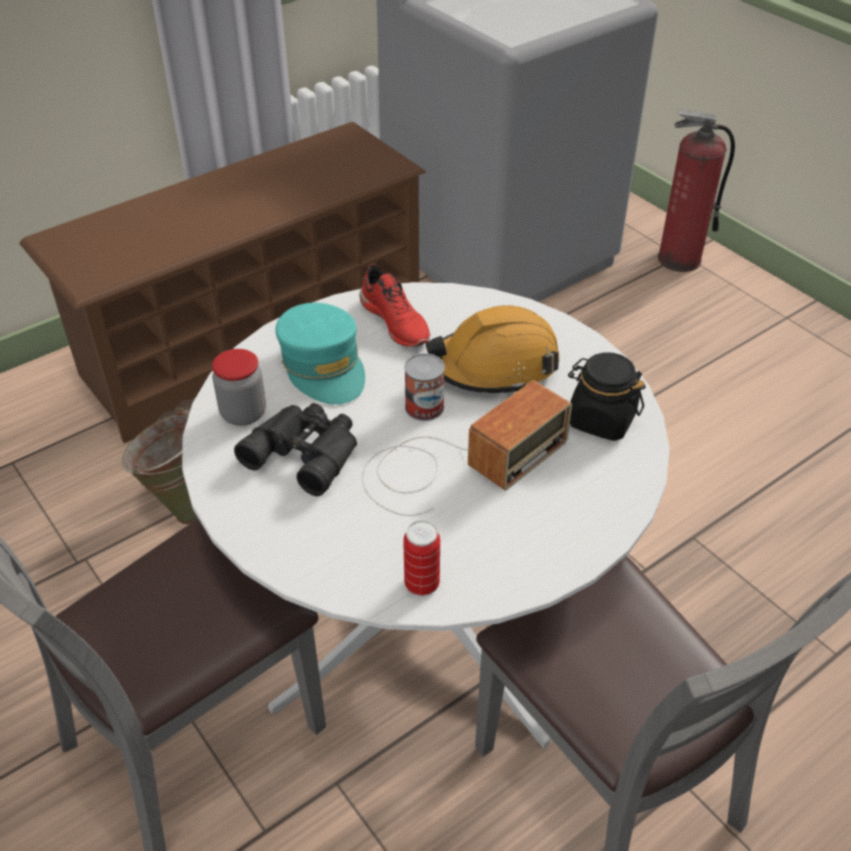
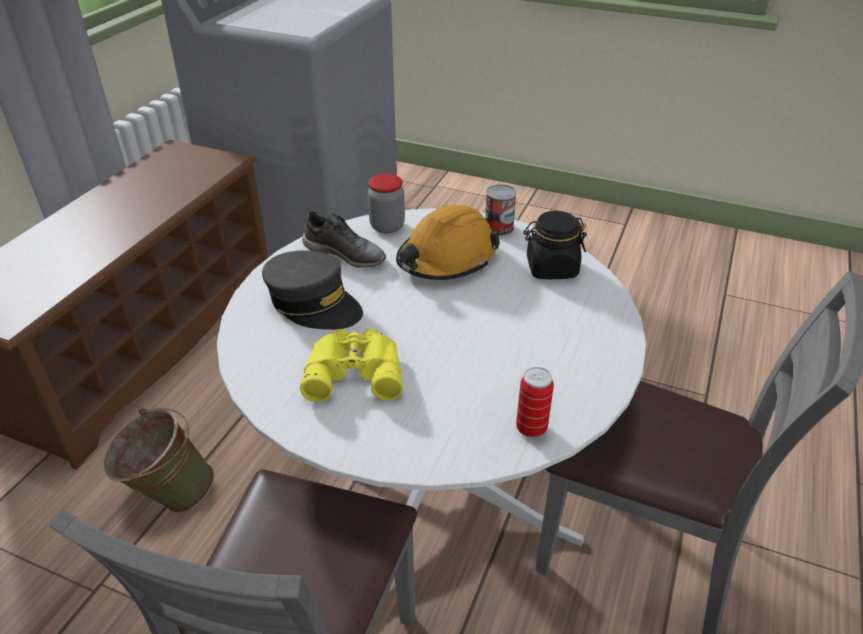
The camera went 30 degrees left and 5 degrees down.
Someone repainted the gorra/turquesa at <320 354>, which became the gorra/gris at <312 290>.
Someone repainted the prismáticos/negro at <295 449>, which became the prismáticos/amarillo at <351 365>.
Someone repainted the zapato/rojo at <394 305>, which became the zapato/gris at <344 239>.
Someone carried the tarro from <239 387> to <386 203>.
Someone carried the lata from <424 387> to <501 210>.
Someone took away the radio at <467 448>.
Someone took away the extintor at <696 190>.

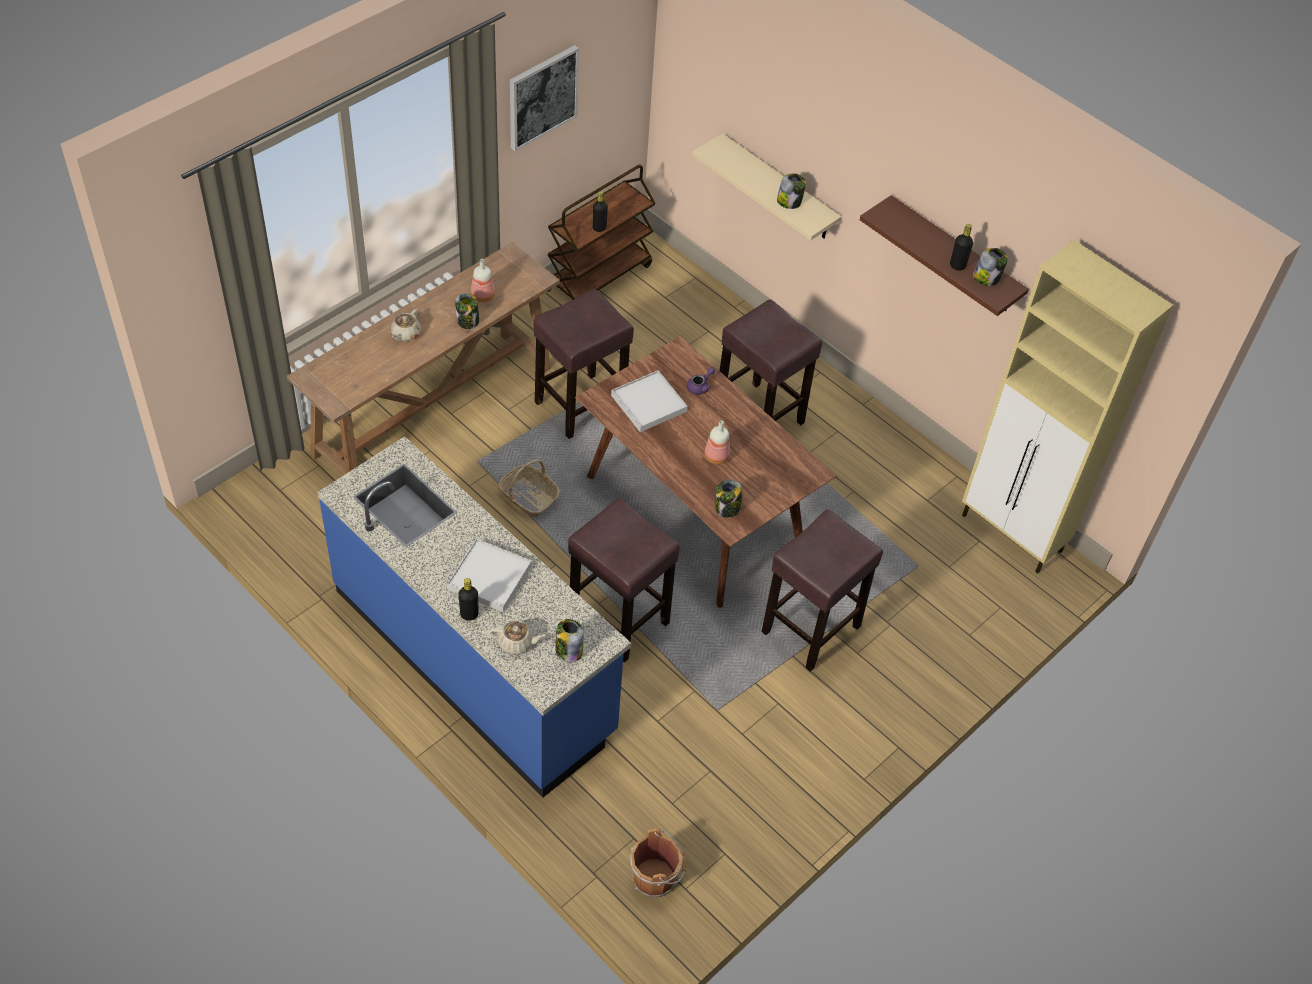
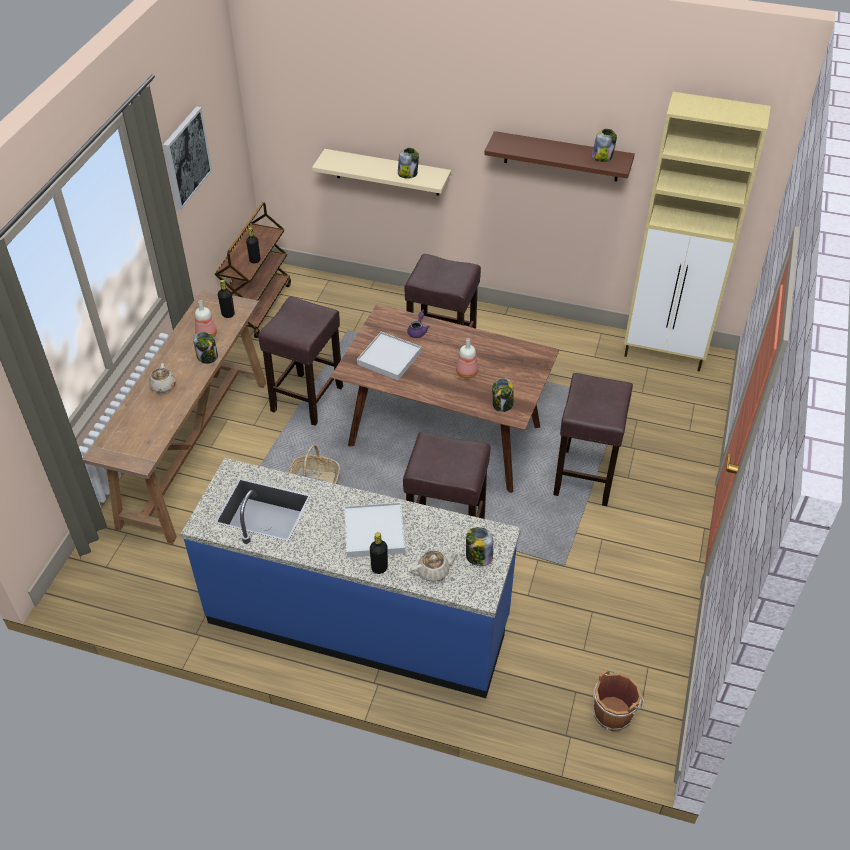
The camera went 25 degrees left and 5 degrees down.
Someone carried the botella/negro from <961 247> to <226 299>.

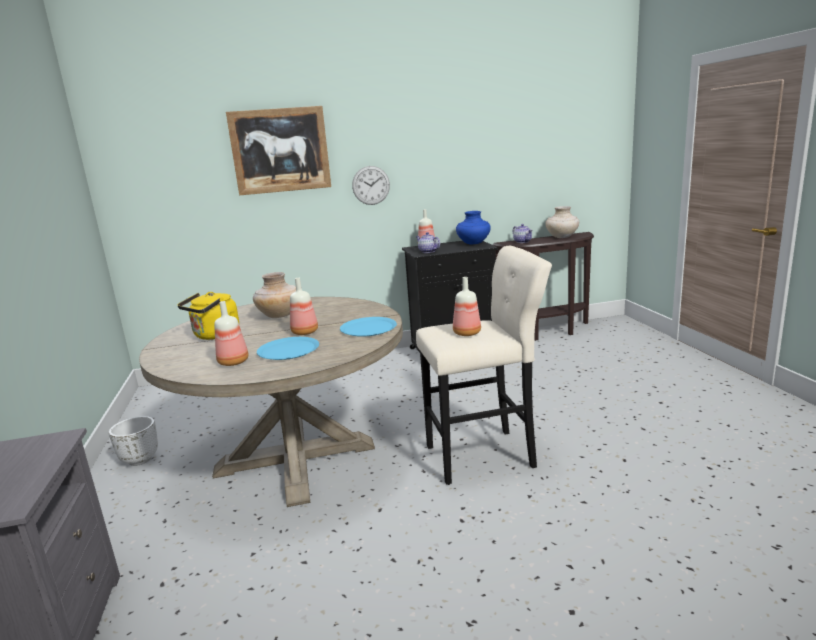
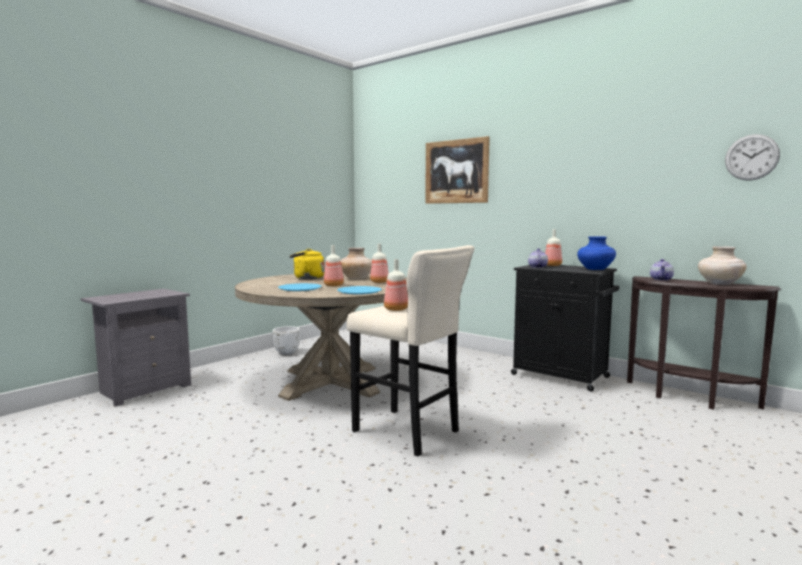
The camera went 50 degrees right and 10 degrees down.
Someone carried the botella from <231 333> to <379 263>.
Someone carried the reloj de pared from <371 185> to <752 157>.

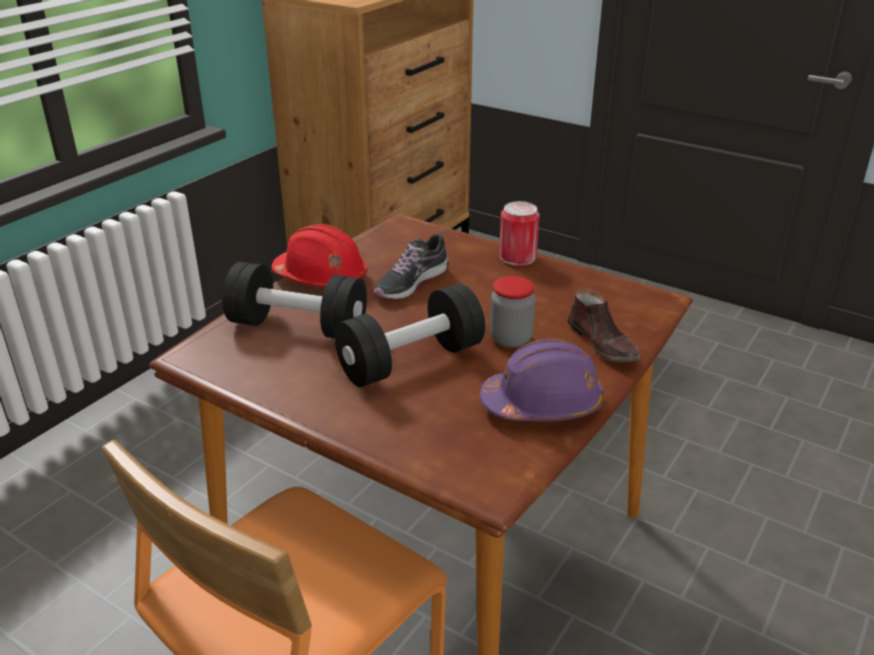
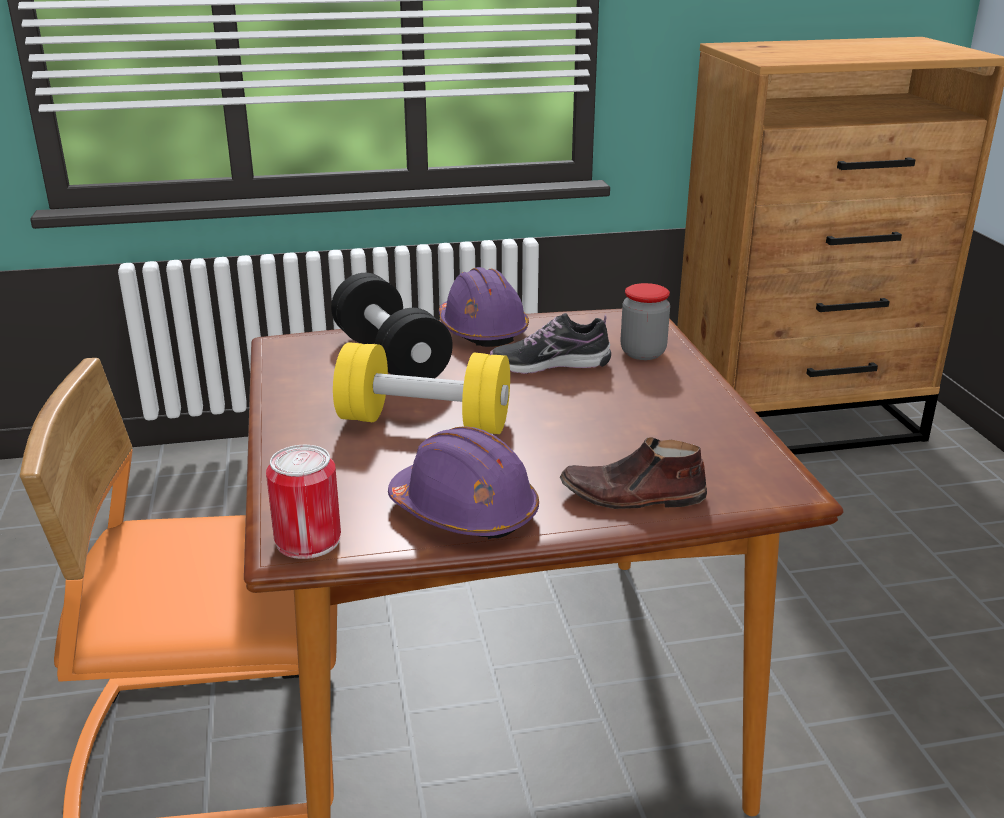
The camera went 45 degrees right and 5 degrees down.
Someone carried the lata from <519 233> to <303 502>.
Someone repainted the mancuerna/negro at <409 335>, which became the mancuerna/amarillo at <421 388>.
Someone repainted the casco/rojo at <319 256>, which became the casco/morado at <484 307>.
Someone rotated the zapato/marrón at <603 325> by 75 degrees clockwise.
Someone carried the tarro from <513 312> to <645 321>.

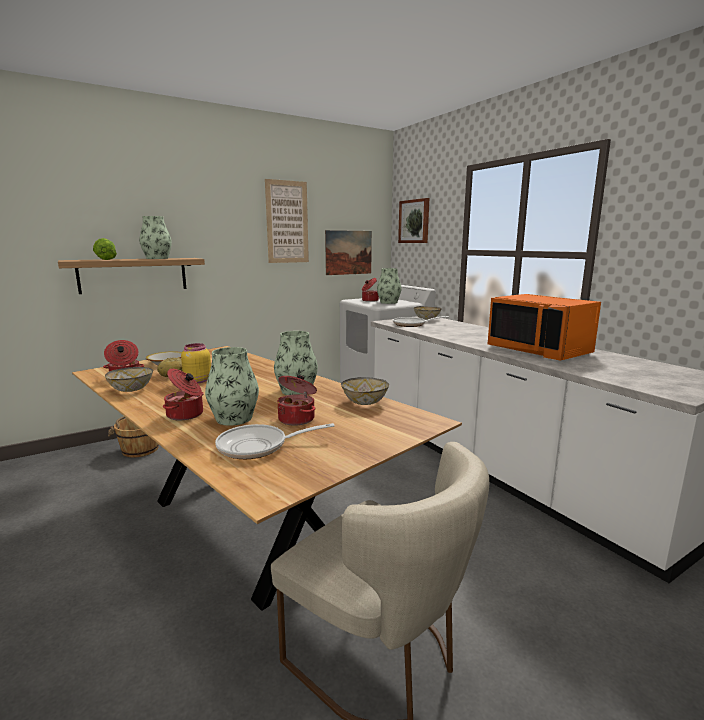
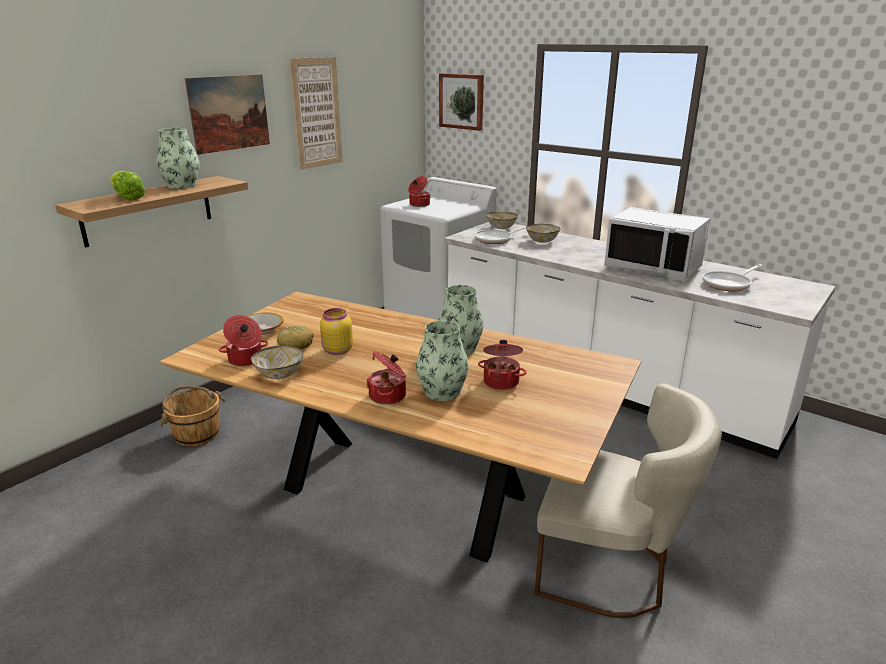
The camera went 20 degrees left and 10 degrees up.
Someone carried the cuadro from <348 252> to <227 114>.
Someone carried the cuenco from <365 391> to <543 233>.
Someone repainted the microondas/naranja at <544 327>, which became the microondas/blanco at <657 244>.
Someone carried the sartén from <275 441> to <733 277>.
Someone took away the florero at <389 286>.

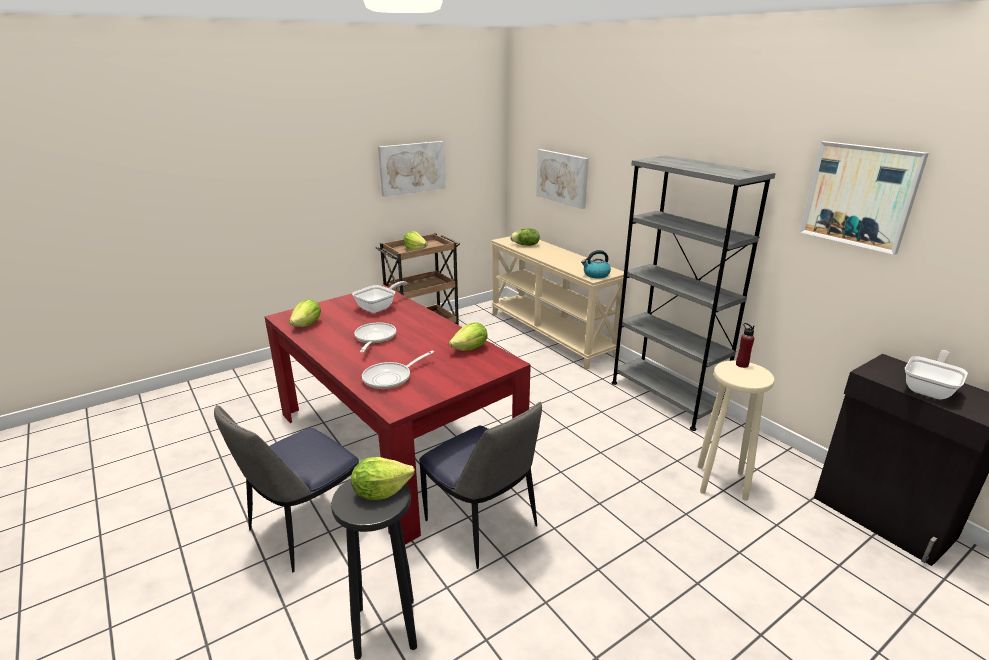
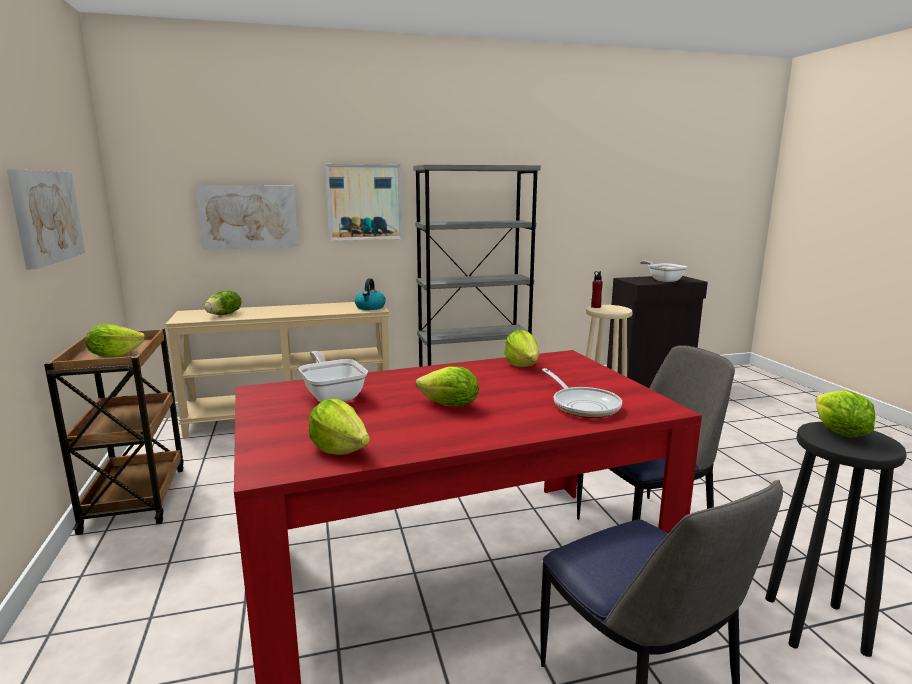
The camera went 70 degrees left and 10 degrees down.
Someone carried the cuadro from <864 198> to <364 202>.
Someone swapped the sartén at <375 337> for the lechuga at <447 386>.

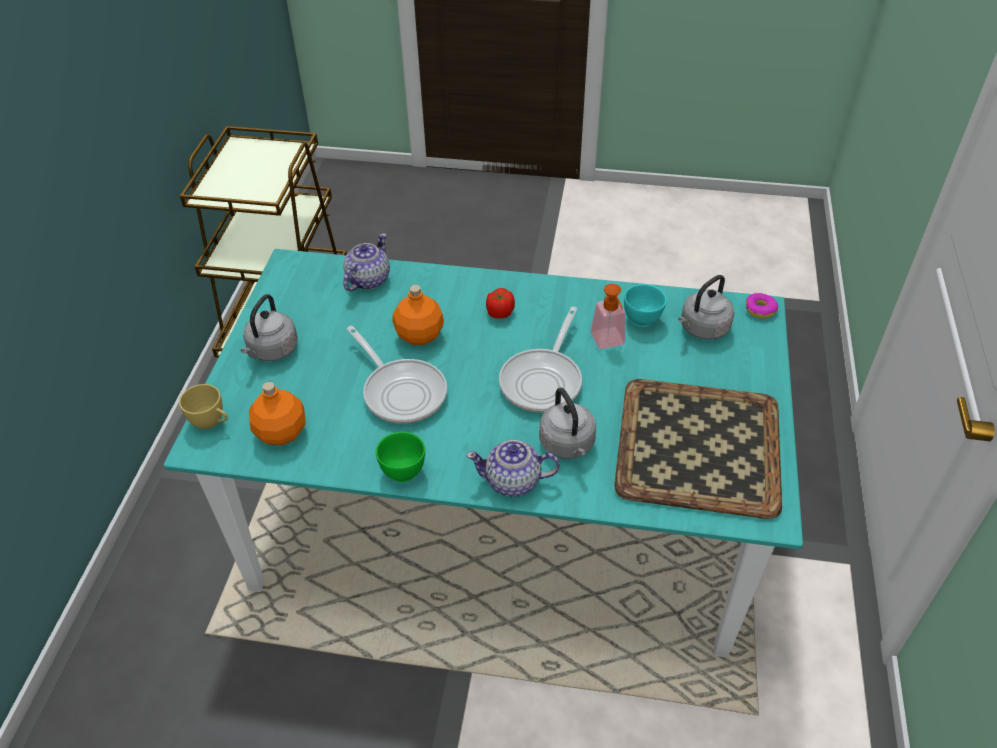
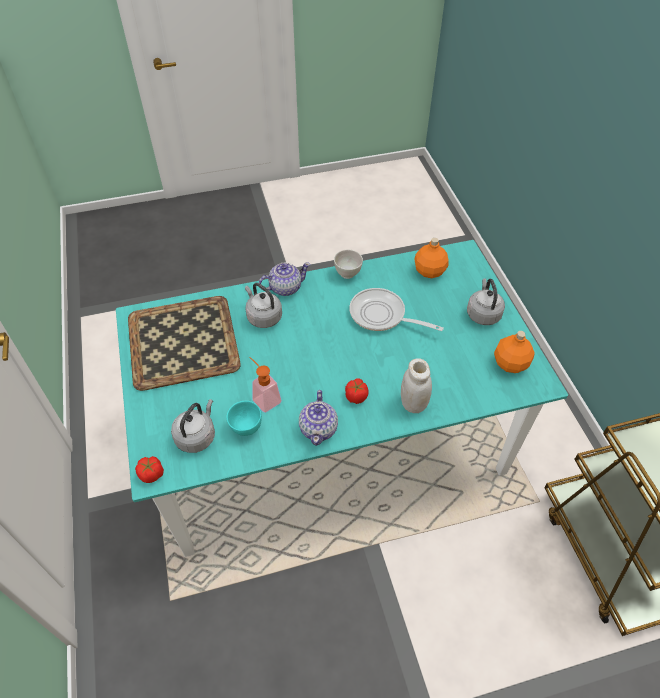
The camera went 155 degrees right and 5 degrees up.
Someone swapped the rosquilla at <762 306> for the tomate at <149 469>.
Someone carried the tetera from <366 262> to <318 418>.
Someone repainted the cuenco/verde at <400 457>, which became the cuenco/blanco at <348 264>.
Someone put down the tarro/blanco at <416 385>.
Someone carried the botella/naranja from <418 315> to <514 352>.
Someone took away the taza/amarillo at <203 406>.
Someone took away the sartén at <540 359>.

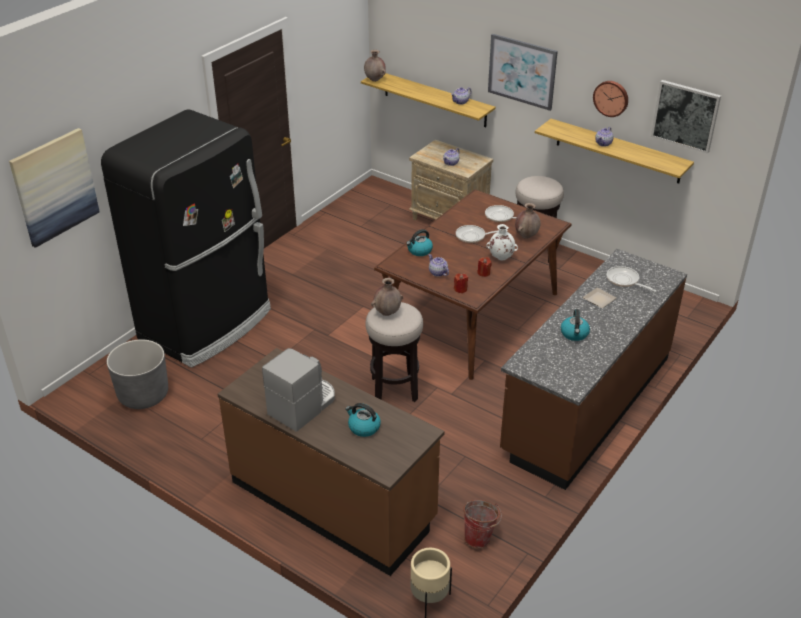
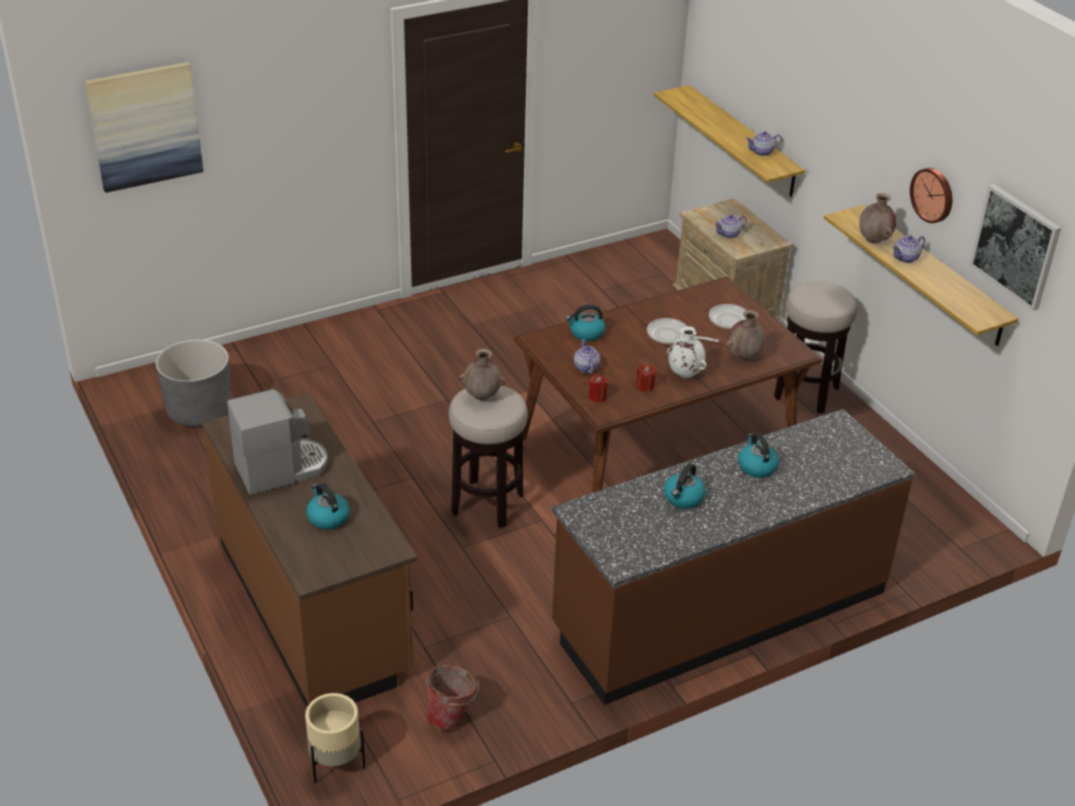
The camera went 25 degrees right and 0 degrees up.
Someone swapped the plato at <599 298> for the hervidor at <758 456>.
Someone carried the florero/marrón from <375 66> to <878 218>.
Someone took away the nevera/negro at <186 238>.
Someone took away the cuadro at <523 72>.
Someone took away the sartén at <632 279>.

